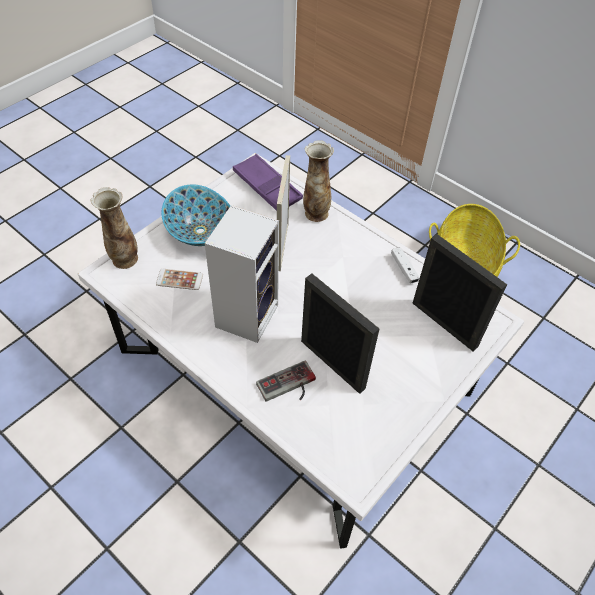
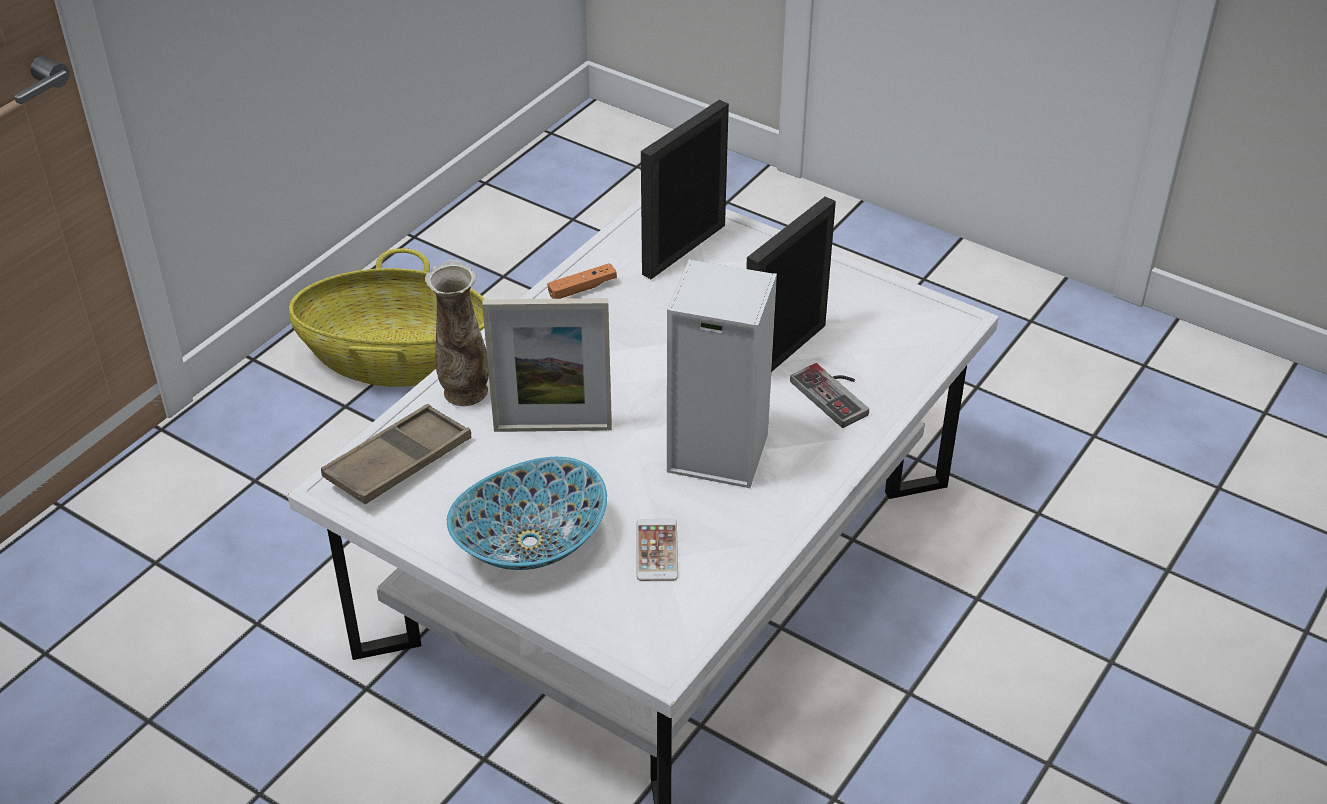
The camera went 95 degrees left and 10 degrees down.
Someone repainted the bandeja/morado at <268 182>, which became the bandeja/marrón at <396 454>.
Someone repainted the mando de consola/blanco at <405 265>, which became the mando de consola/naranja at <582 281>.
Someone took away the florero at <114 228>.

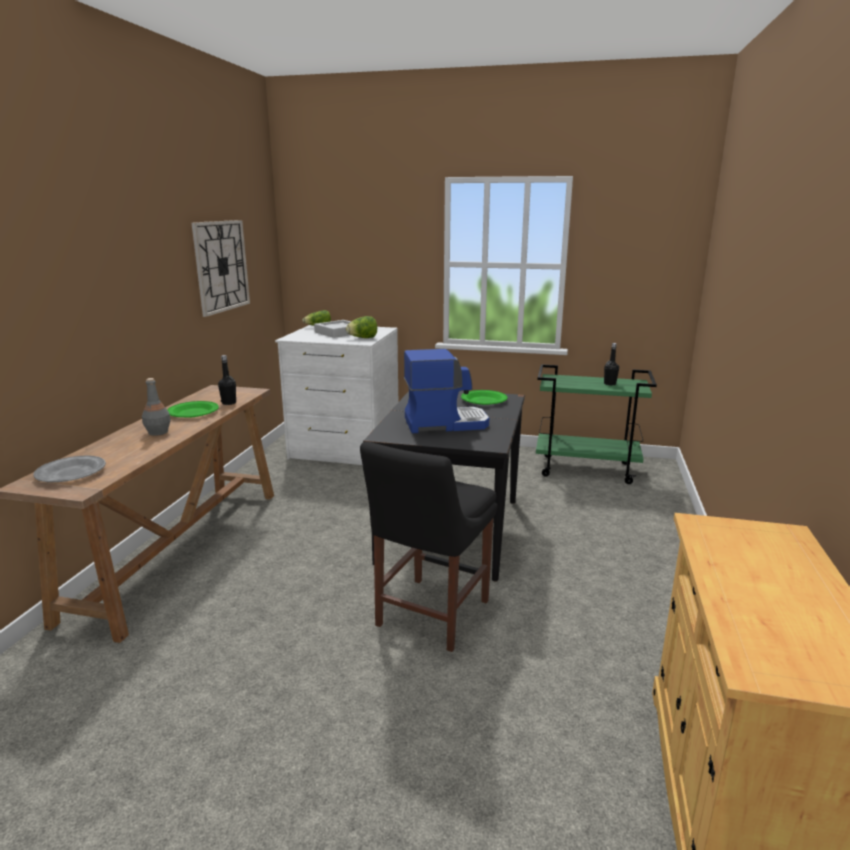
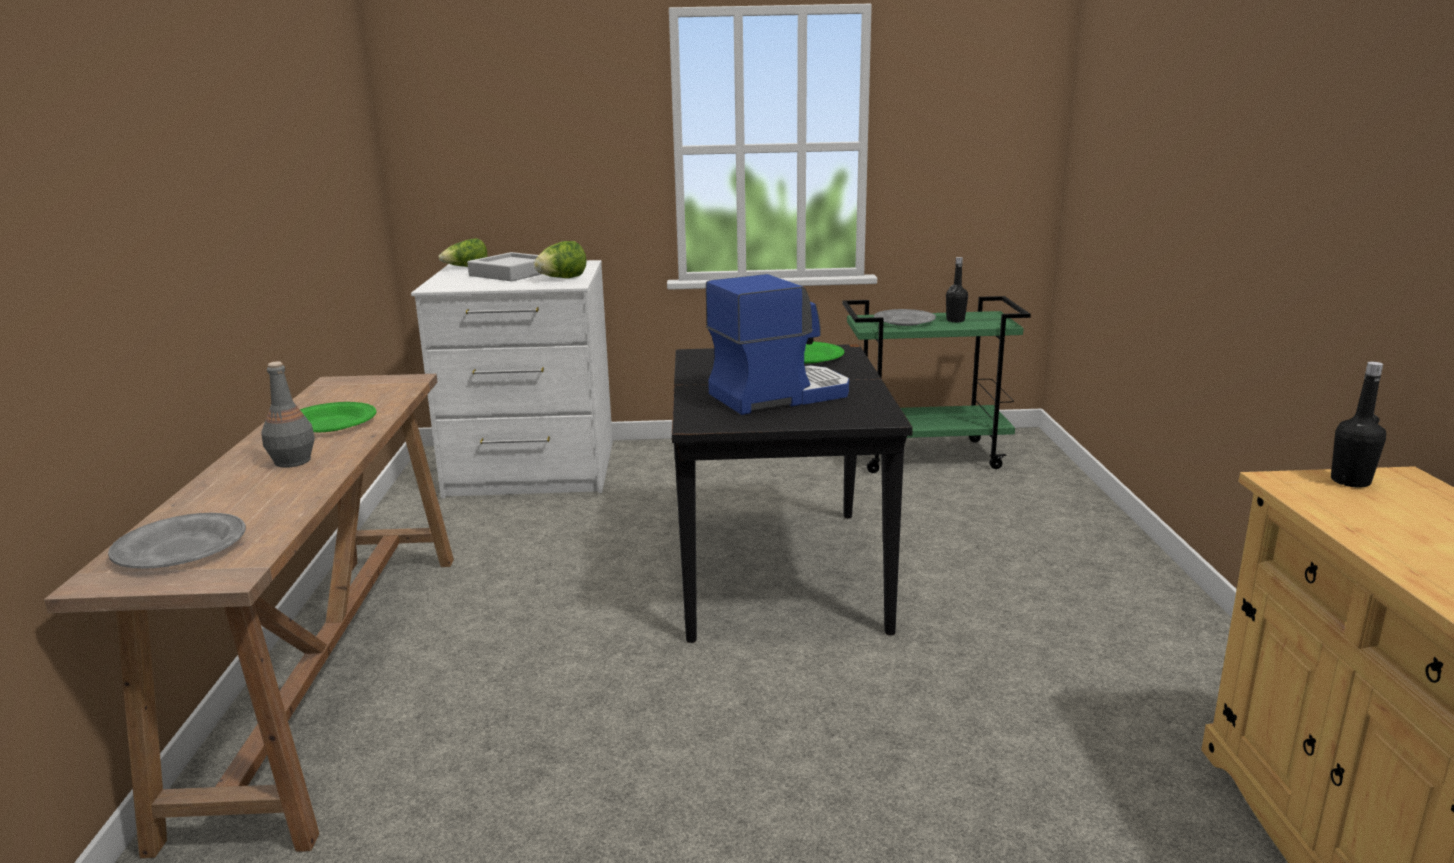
The camera went 15 degrees left and 0 degrees up.
Someone put down the plato/gris at <905 317>.
Someone carried the botella/negro from <227 380> to <1358 425>.
Someone took away the reloj de pared at <220 268>.
Someone took away the silla/negro at <428 546>.

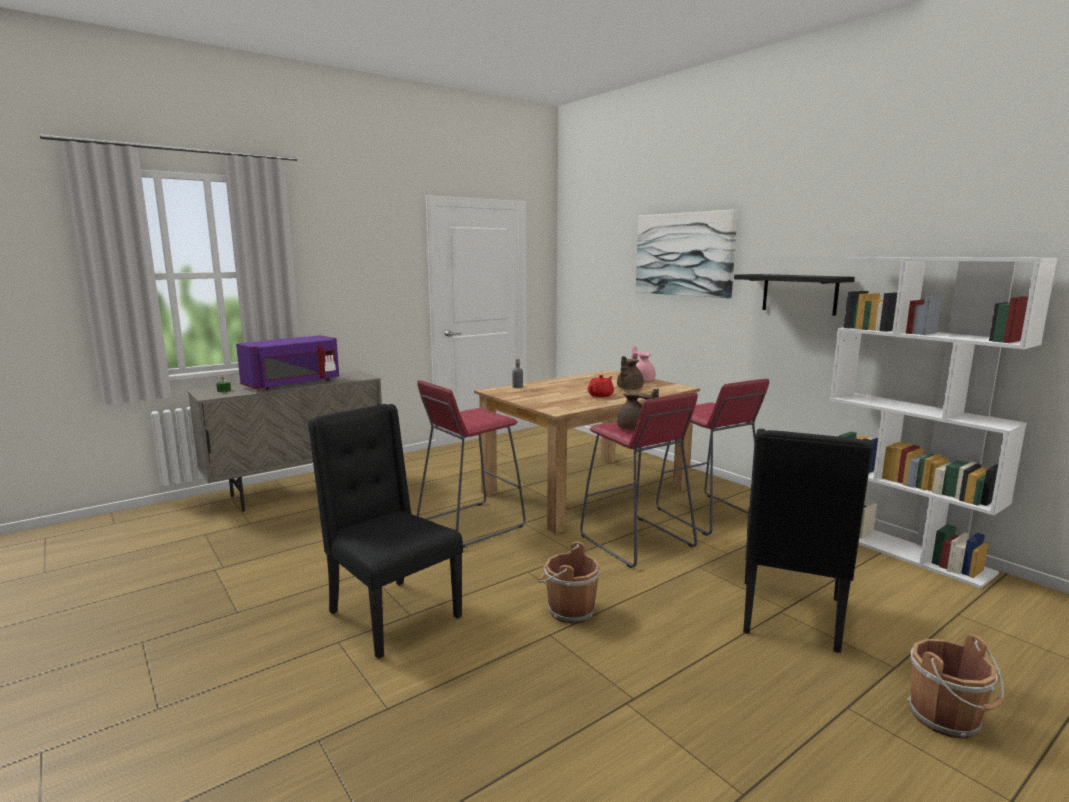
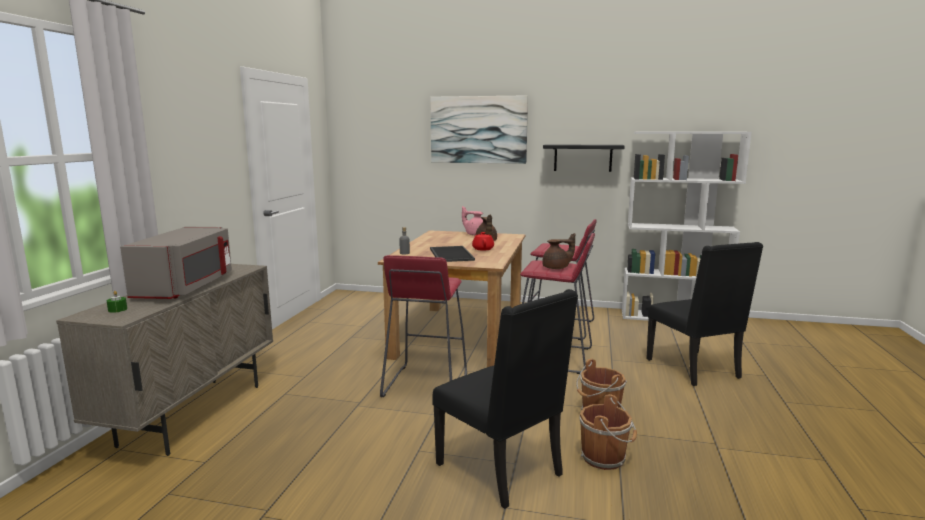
The camera went 40 degrees left and 0 degrees up.
Someone repainted the microondas/morado at <287 362>, which became the microondas/gris at <176 263>.
Someone put down the bandeja at <452 254>.
Someone rotated the silla/negro at <385 531> by 135 degrees counterclockwise.
Someone carried the cubo/marrón from <955 686> to <608 432>.

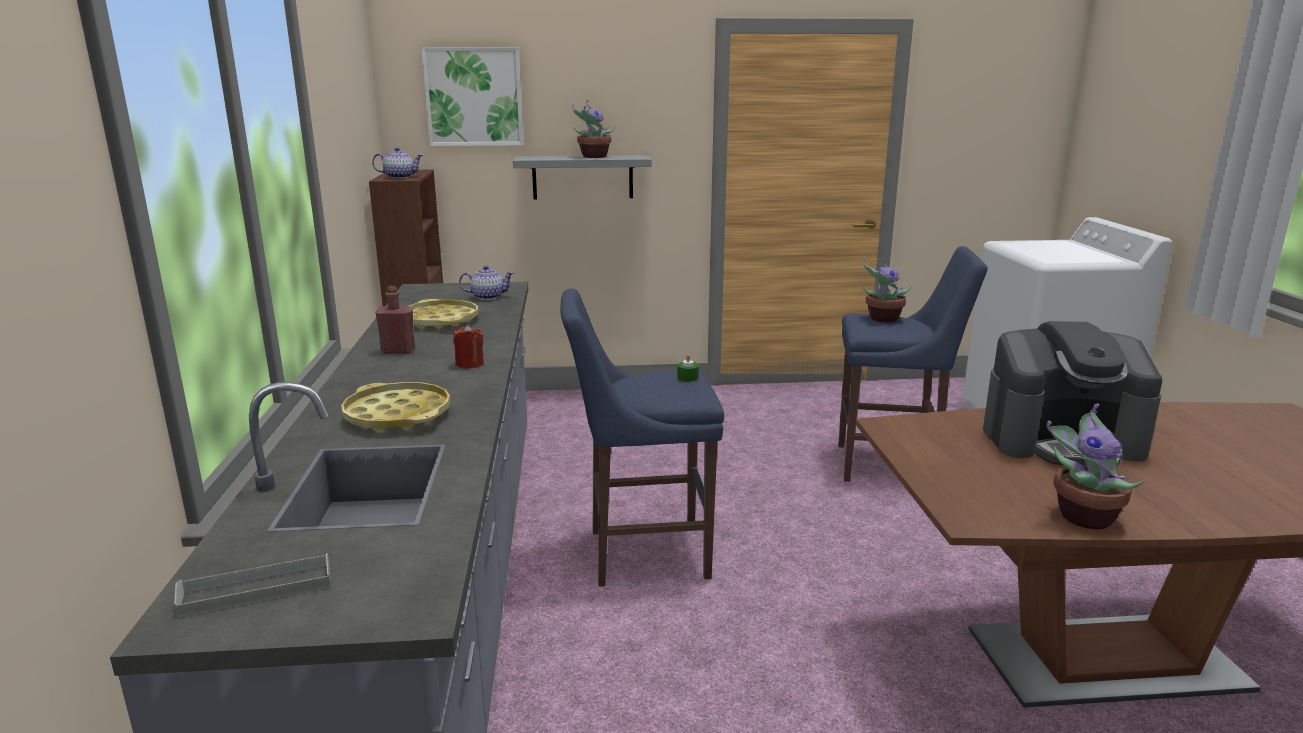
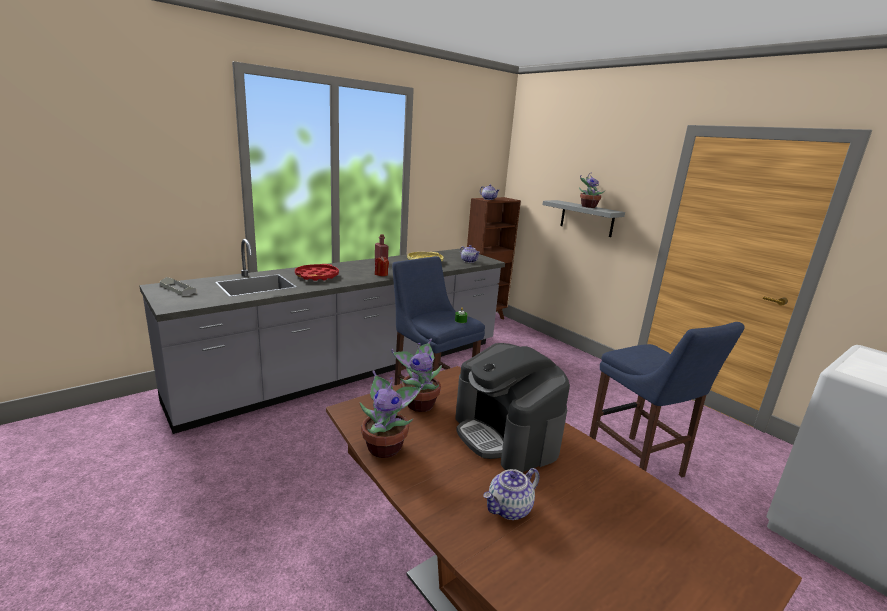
The camera went 55 degrees right and 0 degrees up.
Someone repainted the bandeja/amarillo at <395 407>, which became the bandeja/rojo at <317 272>.
Someone carried the planta en maceta from <887 290> to <416 375>.
Someone put down the tetera at <511 494>.
Someone took away the cuadro at <472 96>.

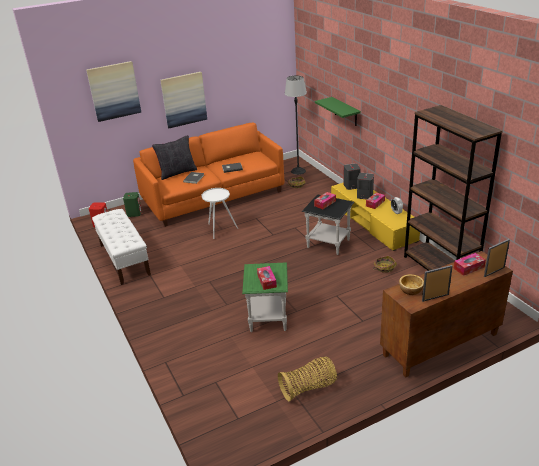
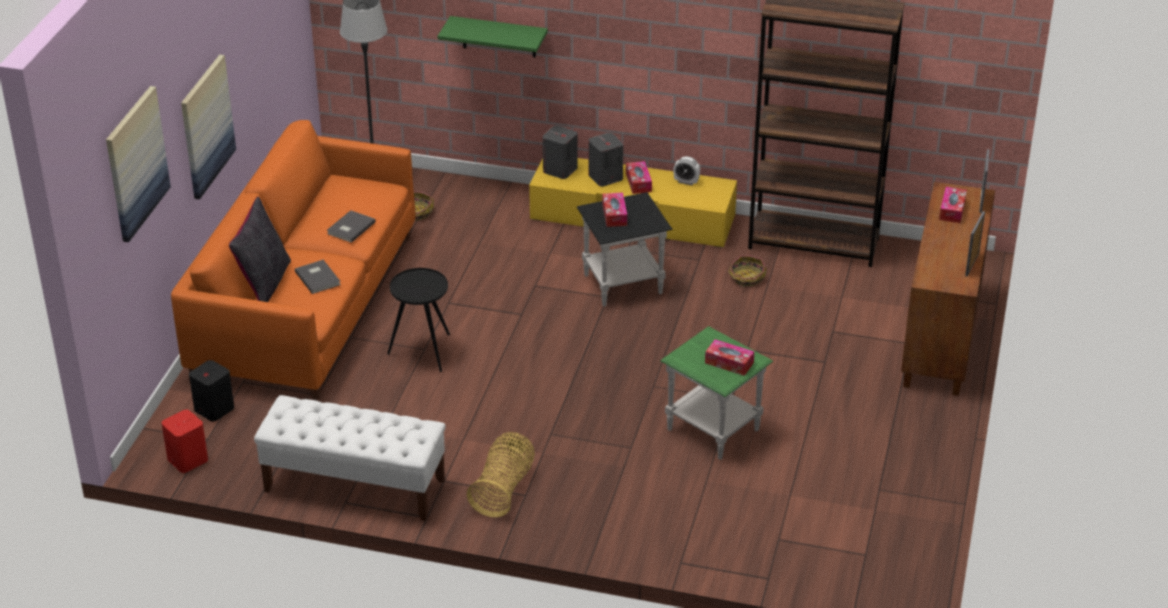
The camera went 50 degrees left and 5 degrees up.
Someone repainted the altavoz/verde at <132 204>, which became the altavoz/negro at <211 390>.
Someone repainted the mesa auxiliar/blanco at <220 213>, which became the mesa auxiliar/negro at <418 320>.
Someone carried the cesta from <307 379> to <500 474>.
Someone took away the cuenco at <411 284>.

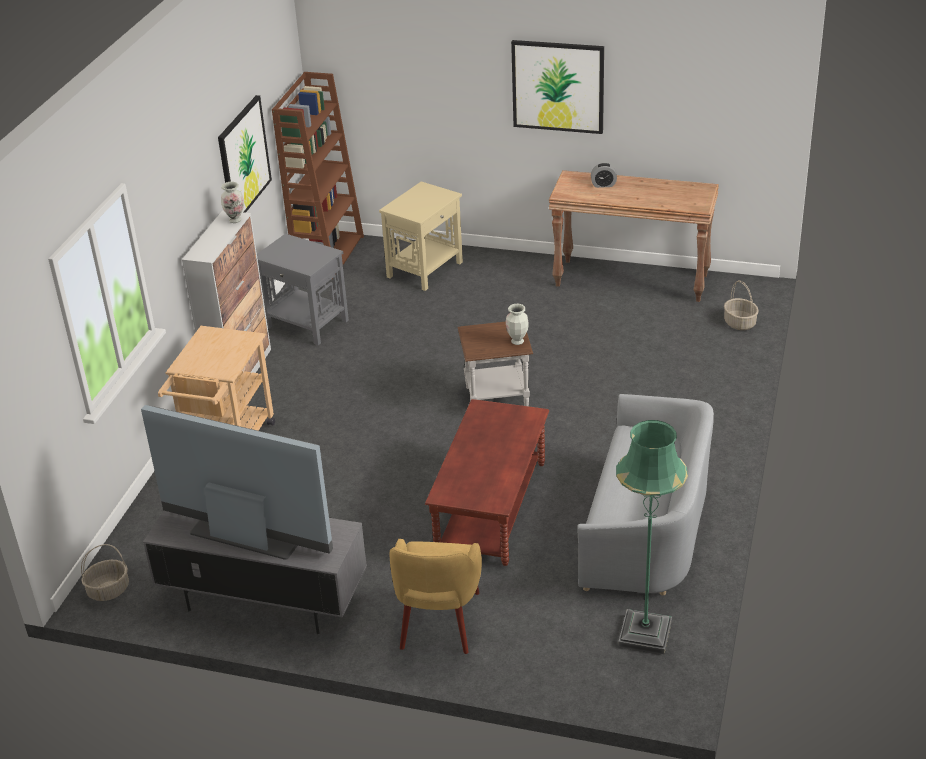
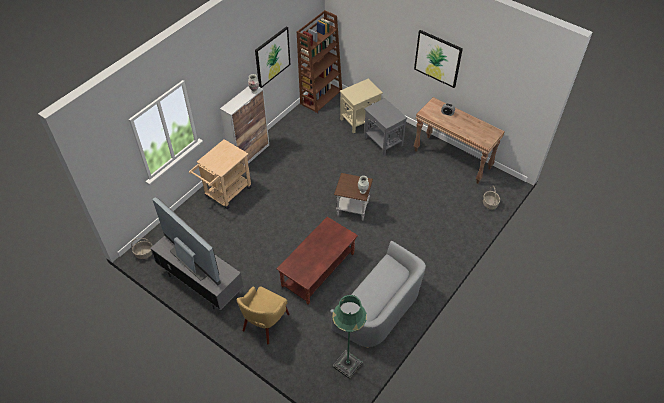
The camera went 20 degrees right and 15 degrees up.
Someone carried the mesa auxiliar/gris from <303 289> to <385 127>.

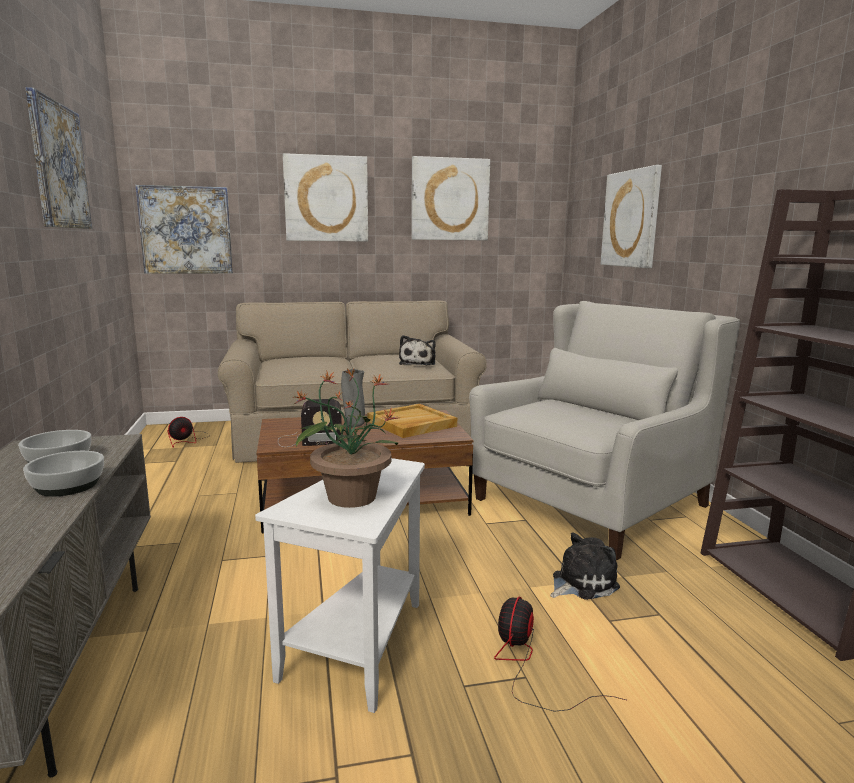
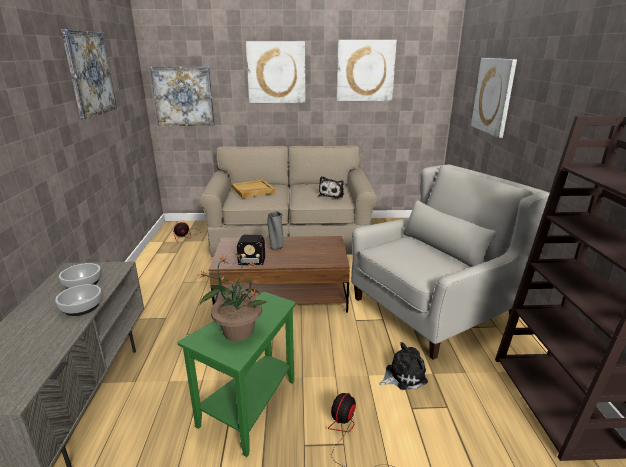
The camera went 10 degrees right and 10 degrees up.
Someone repainted the mesa auxiliar/blanco at <340 585>, which became the mesa auxiliar/verde at <236 374>.
Someone carried the bandeja/beis from <412 421> to <254 189>.

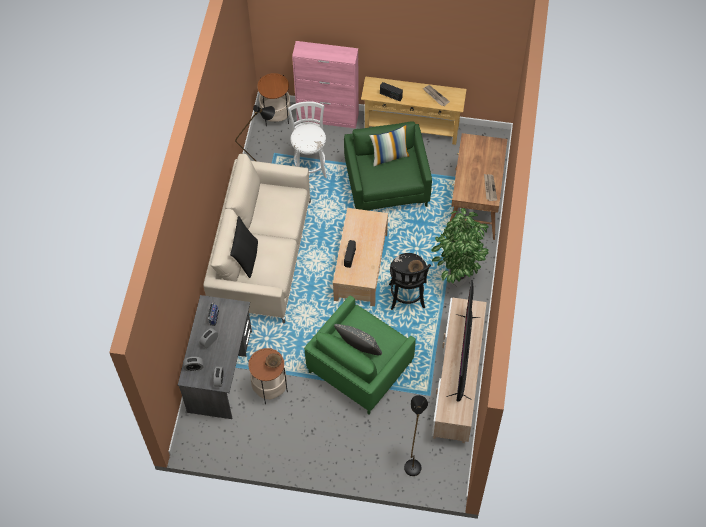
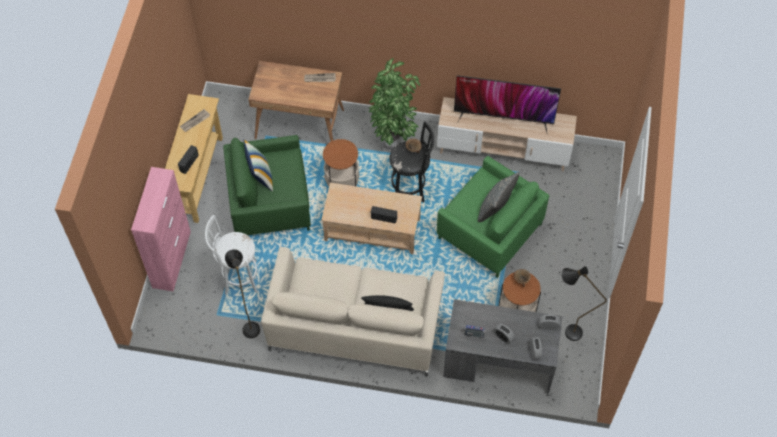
The camera went 90 degrees left and 0 degrees up.
Someone carried the mesa auxiliar from <274 100> to <341 163>.
Someone carried the lámpara de pie/negro from <416 435> to <584 303>.

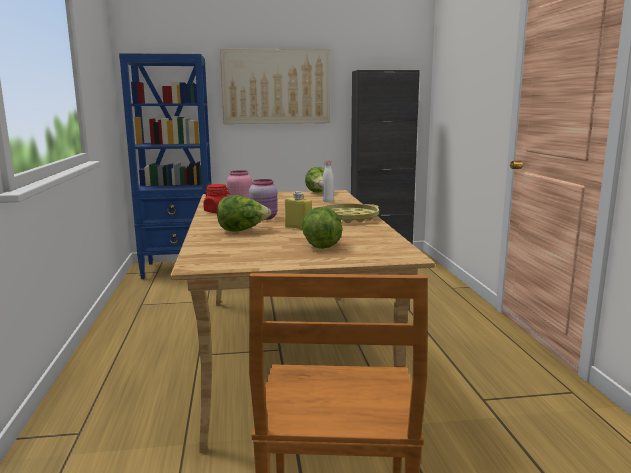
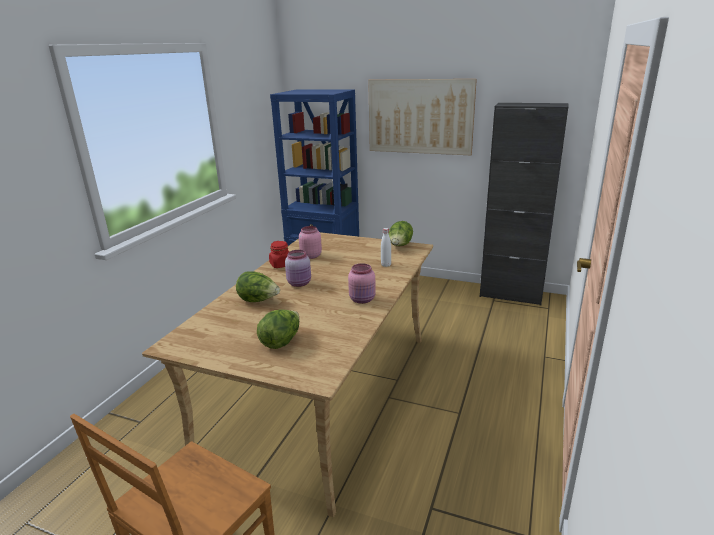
The camera went 30 degrees right and 10 degrees up.
Someone swapped the bandeja/amarillo at <350 213> for the tarro/rosa at <362 283>.
Someone took away the botella/amarillo at <298 210>.

